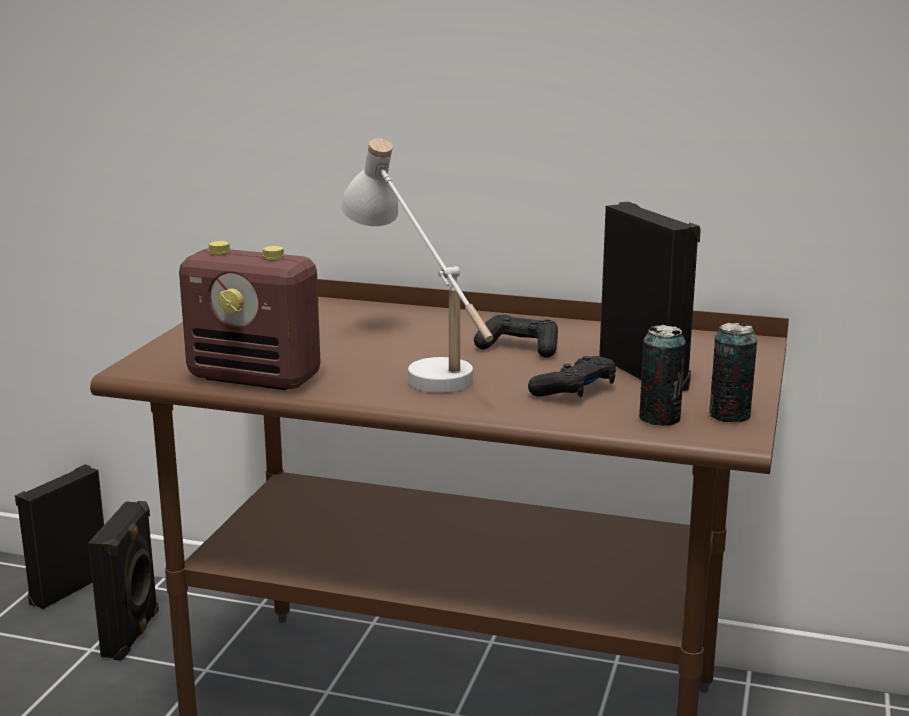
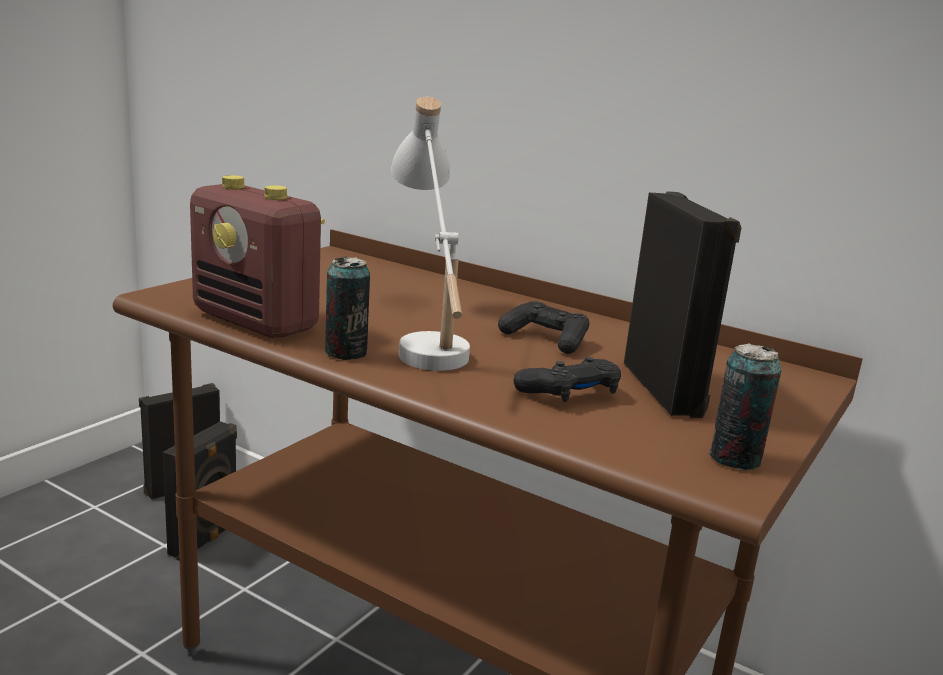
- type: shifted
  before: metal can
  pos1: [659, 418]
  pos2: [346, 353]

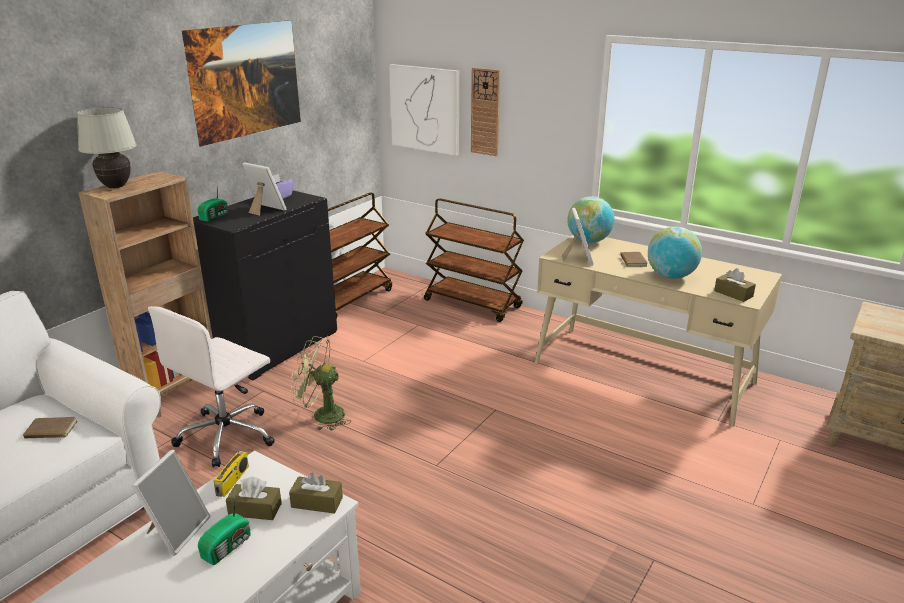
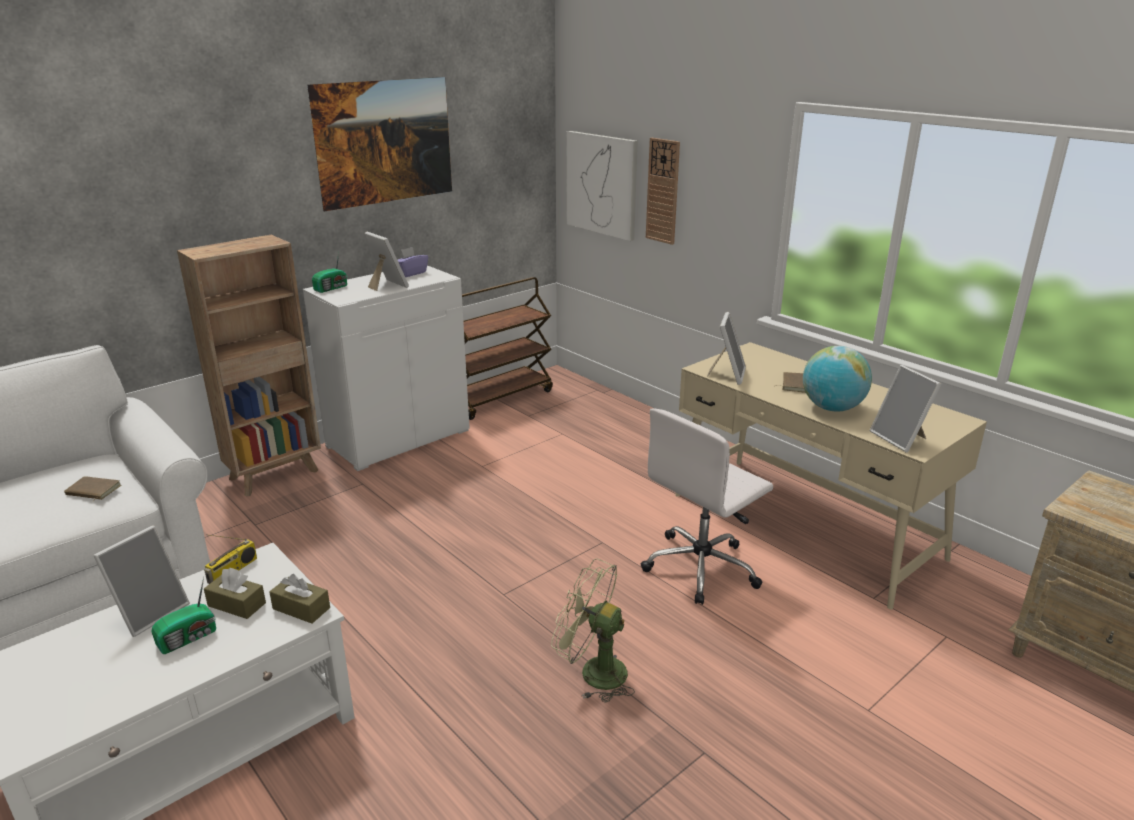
- type: gone
  before: white-coloured lamp for a table
  pos1: [116, 187]
- type: repainted
  before: black-coloured cupboard
  after: white-coloured cupboard
  pos1: [276, 346]
  pos2: [398, 438]
- type: gone
  before: desk globe
  pos1: [588, 241]
- type: gone
  before: brown cart
  pos1: [473, 304]
- type: swapped
  before: brown tissue holder
  after: standing frame
  pos1: [733, 294]
  pos2: [901, 439]
- type: shifted
  before: white-coloured desk chair
  pos1: [228, 435]
  pos2: [702, 567]
- type: shifted
  before: greenish cooling fan
  pos1: [321, 415]
  pos2: [593, 671]

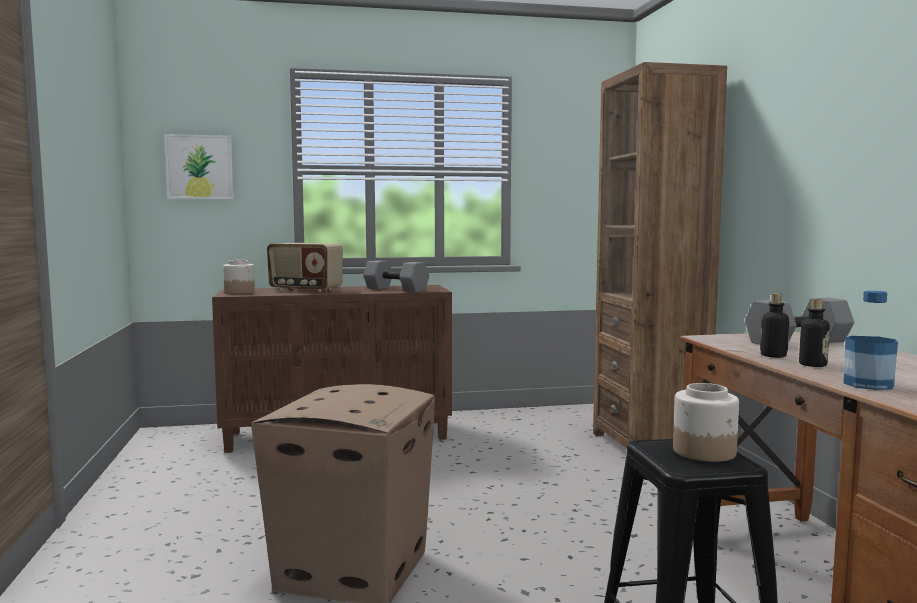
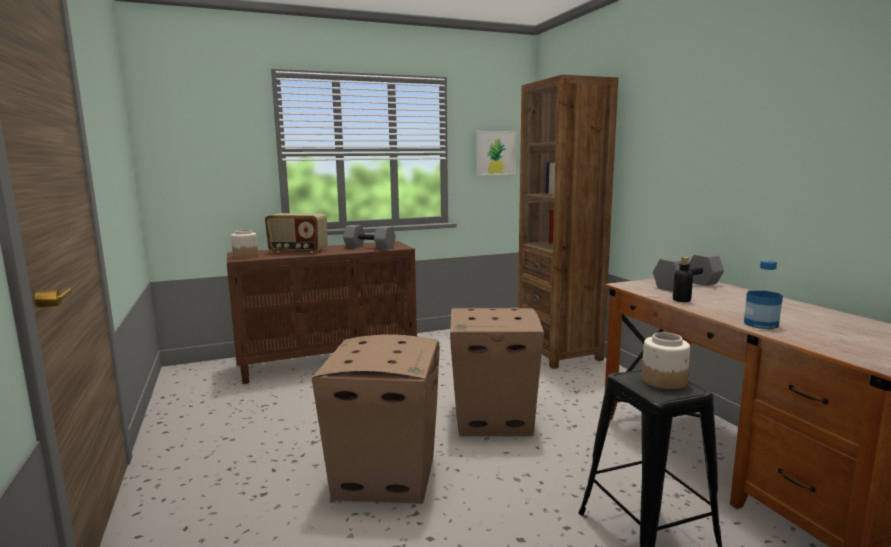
- type: shifted
  before: wall art
  pos1: [199, 167]
  pos2: [495, 153]
- type: gone
  before: bottle
  pos1: [812, 365]
- type: new
  after: cardboard box
  pos2: [494, 419]

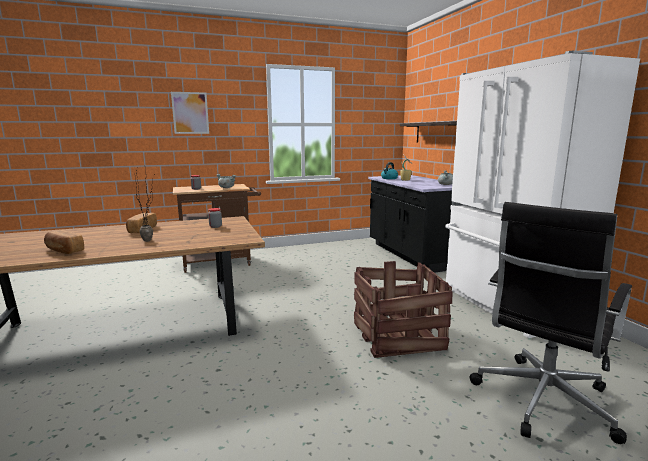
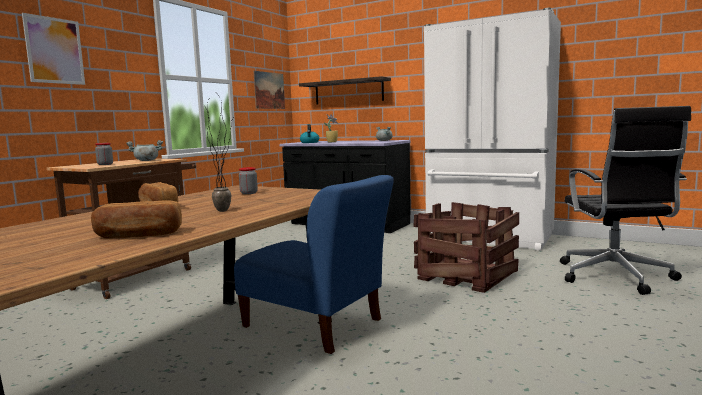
- type: new
  after: wall art
  pos2: [269, 90]
- type: new
  after: bluish plain chair
  pos2: [316, 325]

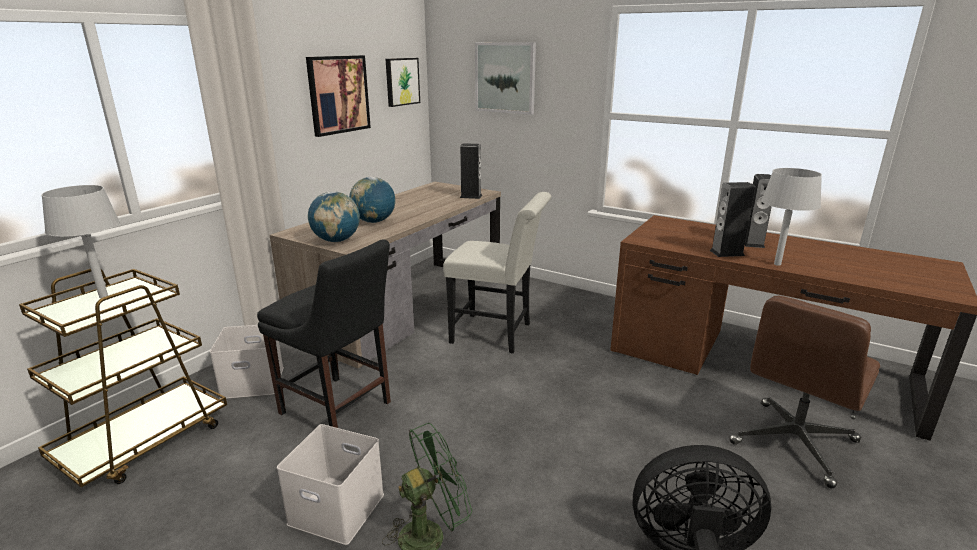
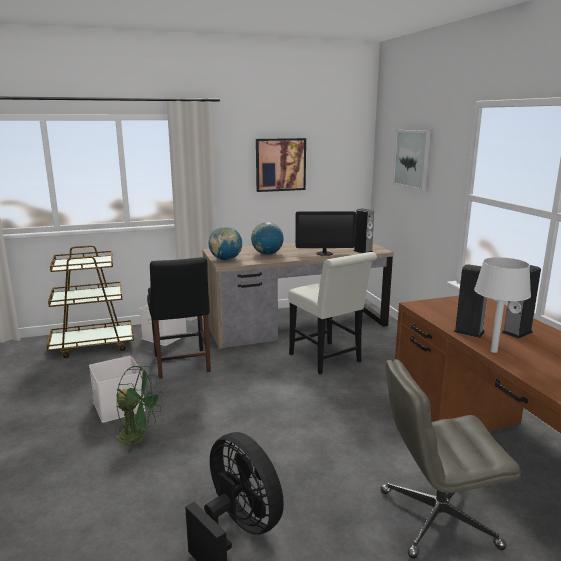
- type: gone
  before: wall art
  pos1: [401, 81]
- type: gone
  before: grey lamp for a table
  pos1: [104, 296]
- type: repainted
  before: brown desk chair
  after: grey desk chair
  pos1: [793, 443]
  pos2: [436, 519]
- type: new
  after: computer screen
  pos2: [324, 253]

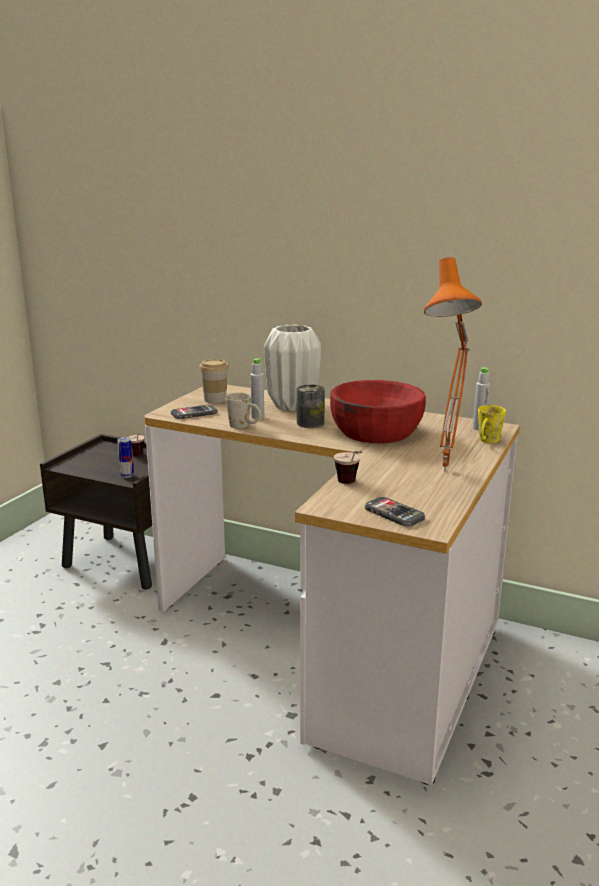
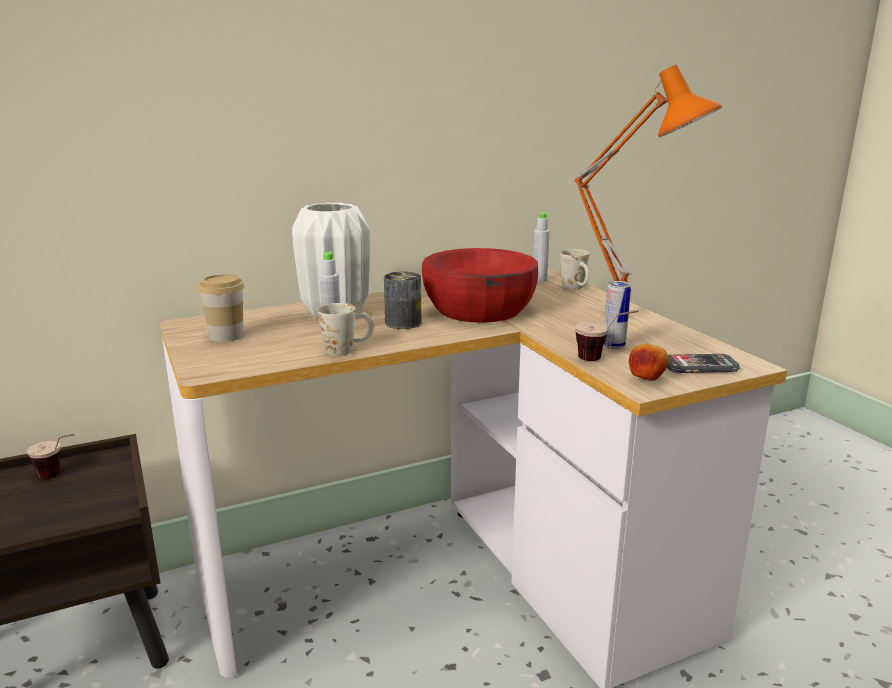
- type: gone
  before: handset
  pos1: [194, 413]
- type: repainted
  before: yellow-coloured tea mug
  after: white-coloured tea mug
  pos1: [487, 442]
  pos2: [576, 288]
- type: shifted
  before: metal can
  pos1: [127, 476]
  pos2: [614, 346]
- type: new
  after: whole apple
  pos2: [646, 379]

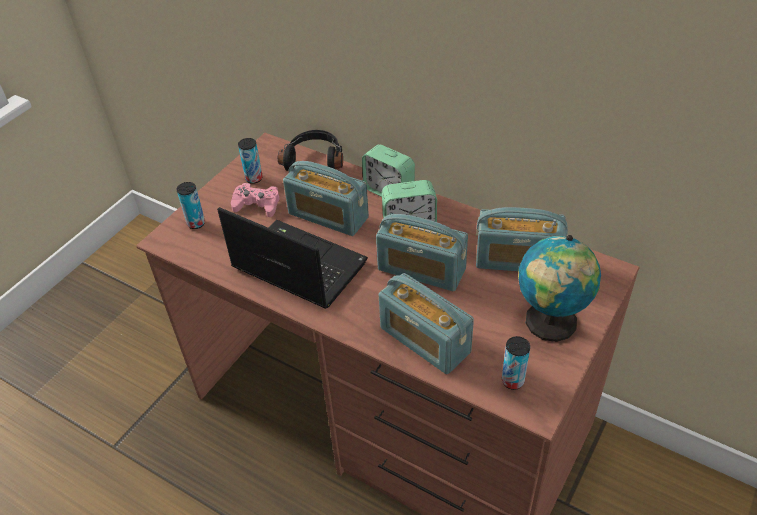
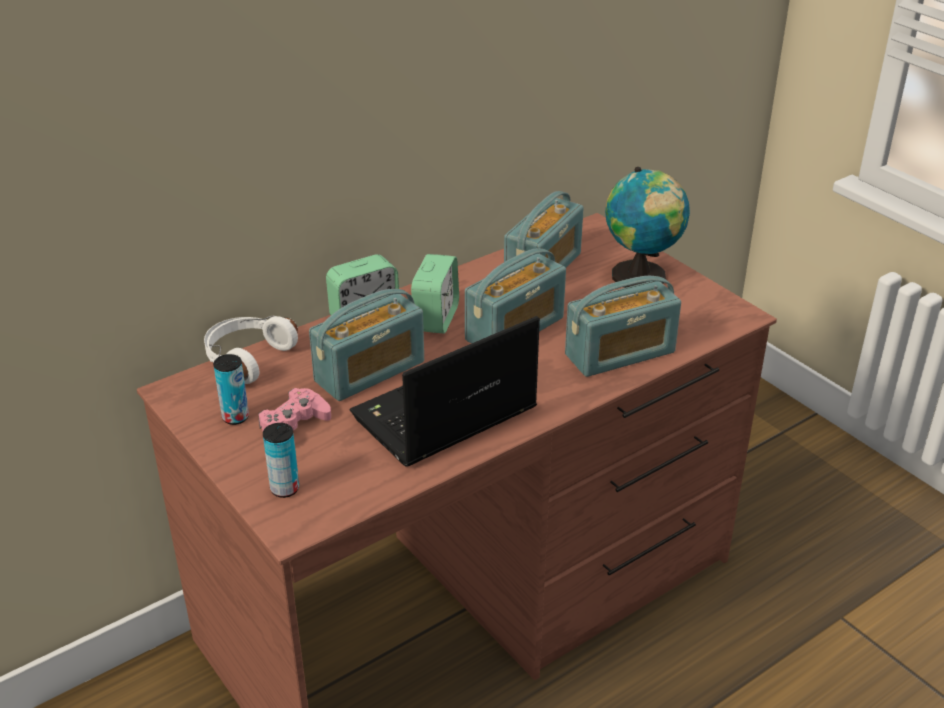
- type: repainted
  before: black-coloured pair of headphones
  after: white-coloured pair of headphones
  pos1: [314, 159]
  pos2: [246, 358]
- type: gone
  before: metal can
  pos1: [512, 381]

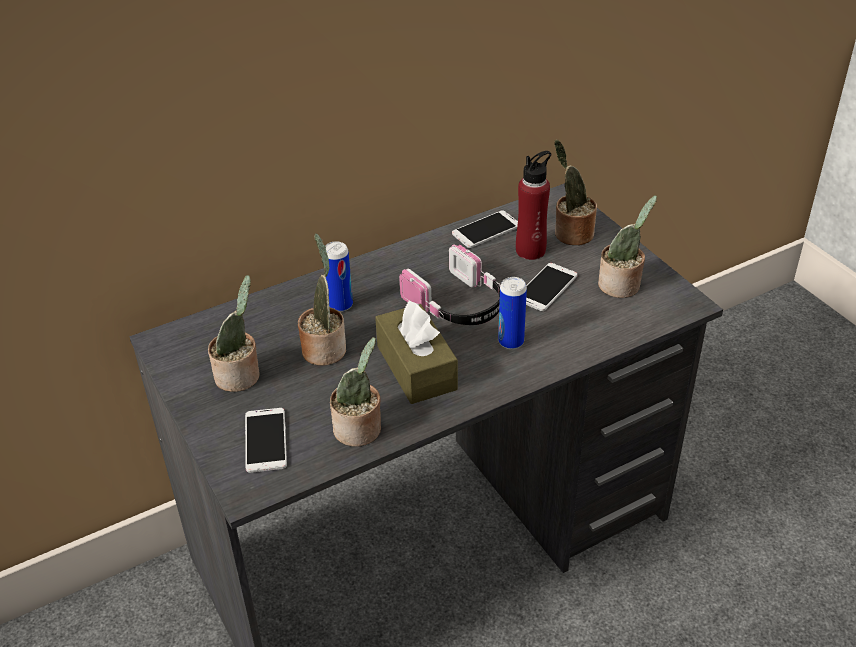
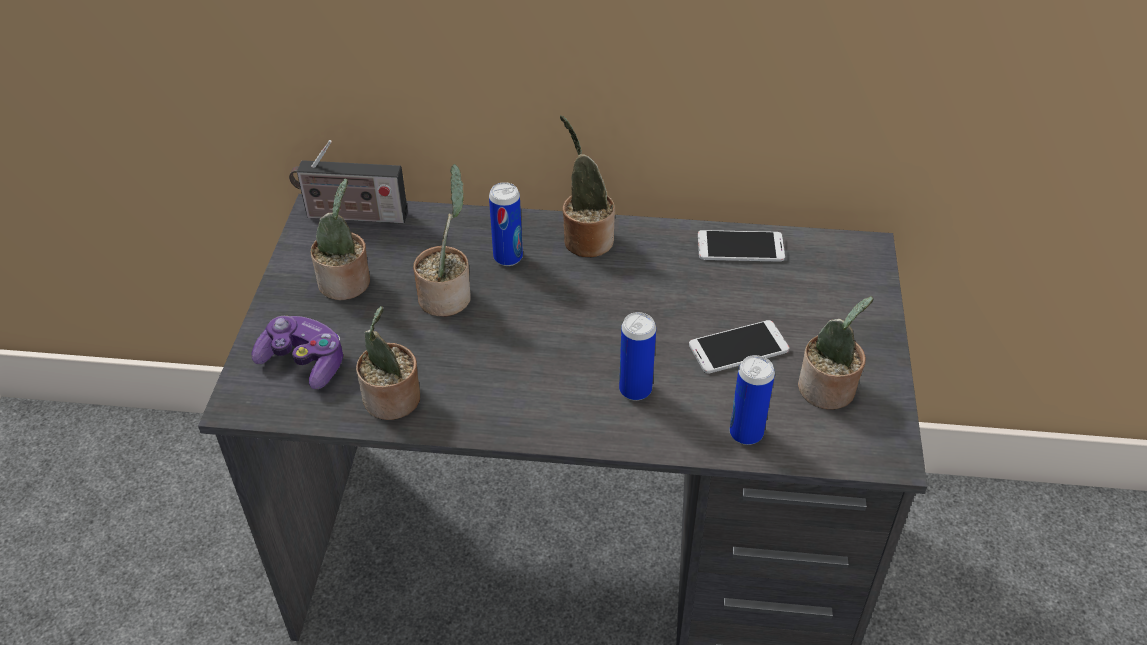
- type: shifted
  before: plant in a pot
  pos1: [571, 234]
  pos2: [585, 239]
- type: gone
  before: red bottle
  pos1: [531, 250]
- type: gone
  before: pair of headphones
  pos1: [458, 305]
- type: gone
  before: brown tissue holder
  pos1: [416, 367]
- type: swapped
  before: handset
  after: game controller
  pos1: [265, 440]
  pos2: [304, 362]
- type: new
  after: radio receiver
  pos2: [352, 216]
- type: new
  after: metal can
  pos2: [746, 433]

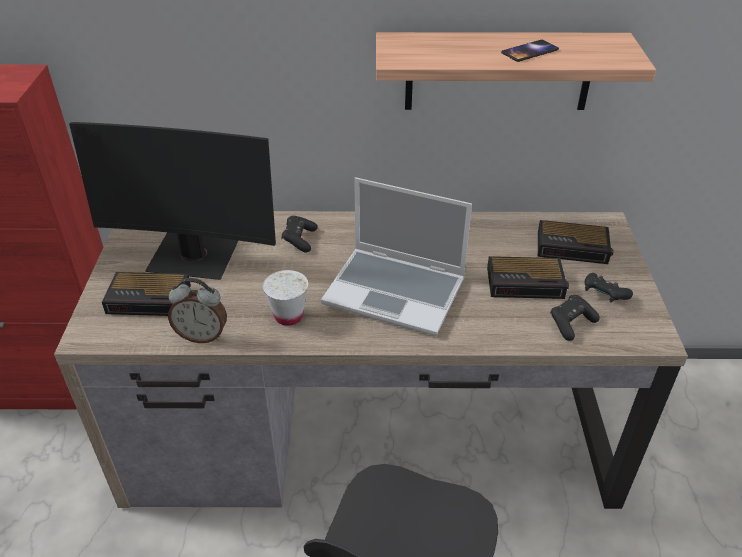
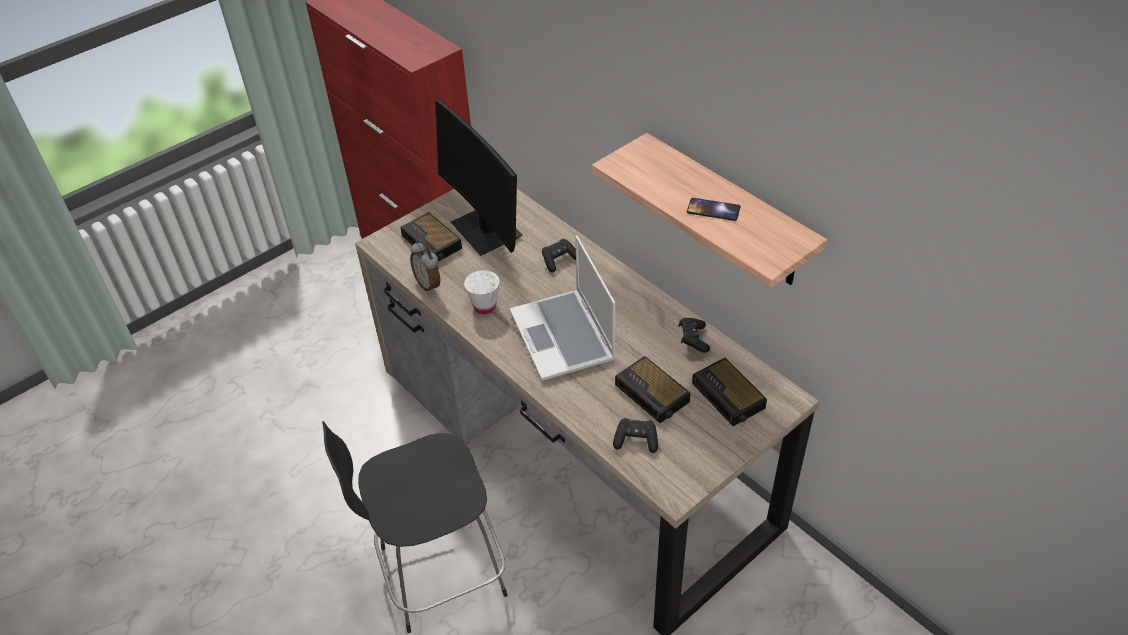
- type: shifted
  before: black-coloured game controller
  pos1: [603, 295]
  pos2: [693, 339]

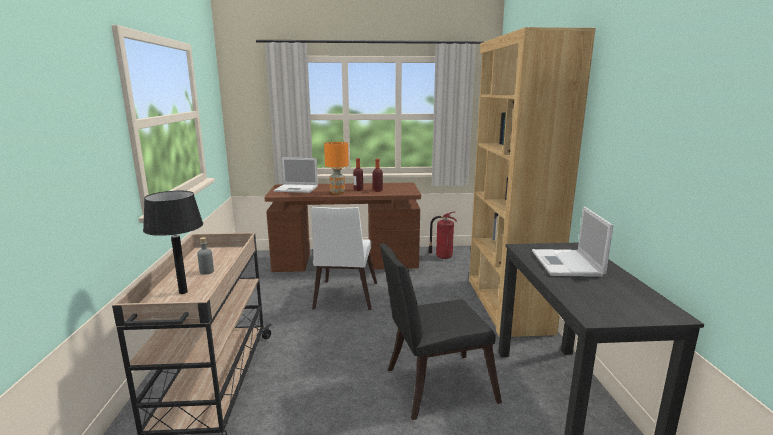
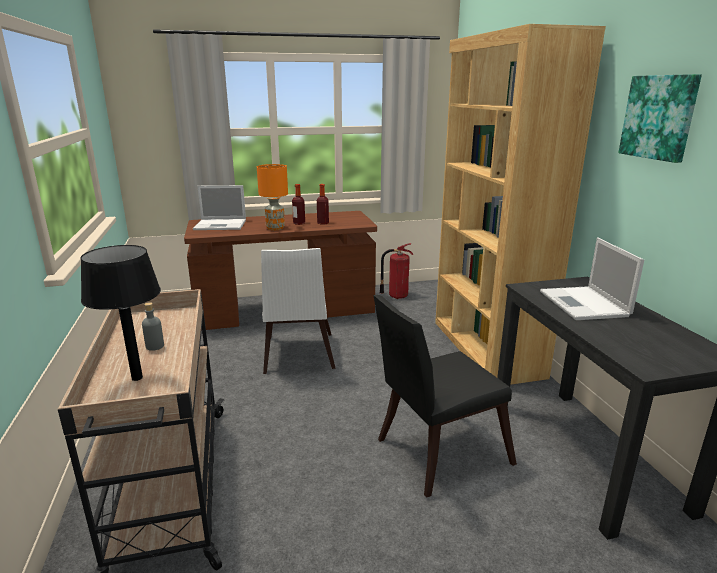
- type: new
  after: wall art
  pos2: [659, 117]

